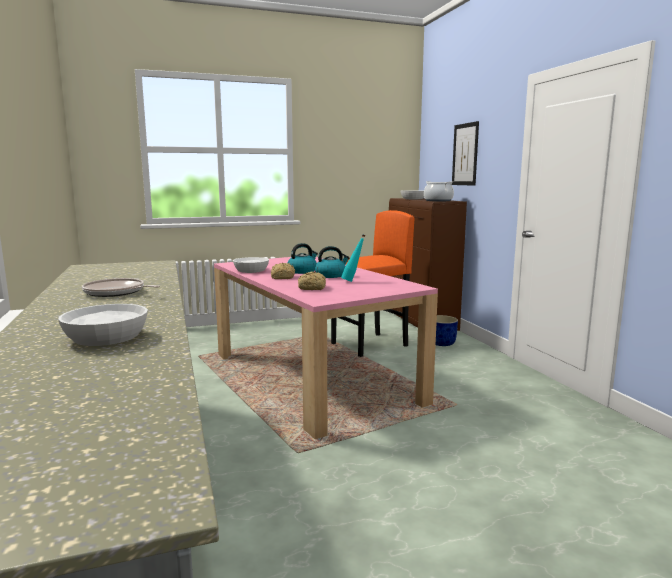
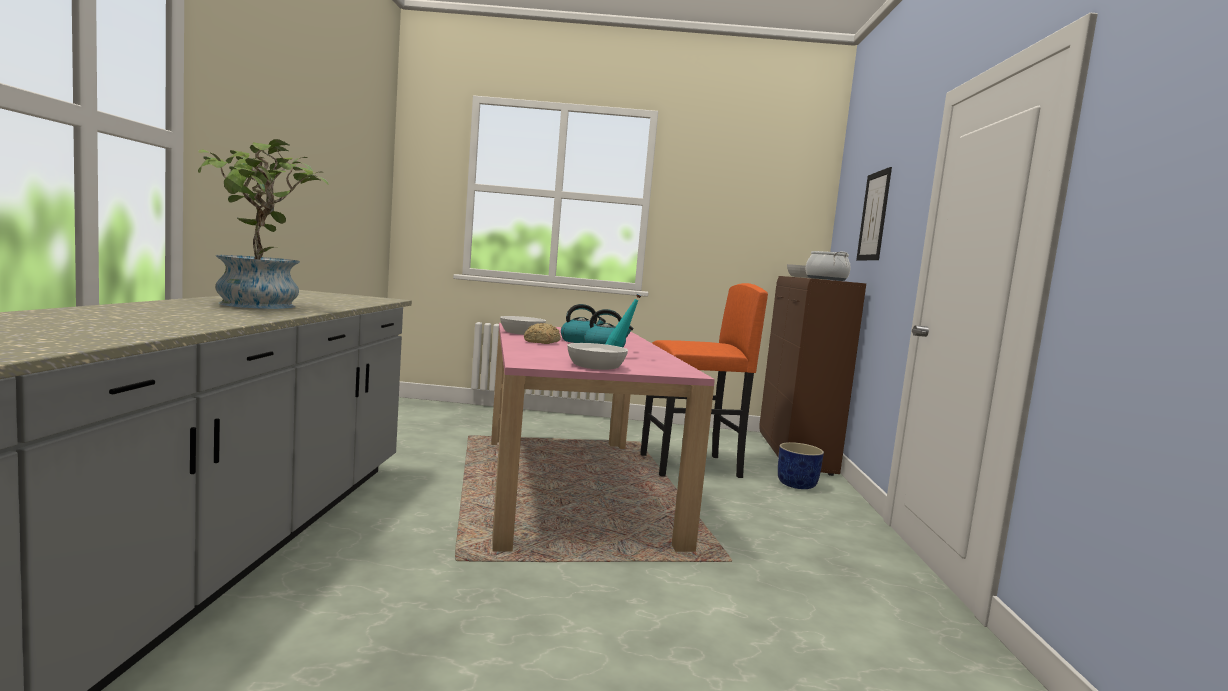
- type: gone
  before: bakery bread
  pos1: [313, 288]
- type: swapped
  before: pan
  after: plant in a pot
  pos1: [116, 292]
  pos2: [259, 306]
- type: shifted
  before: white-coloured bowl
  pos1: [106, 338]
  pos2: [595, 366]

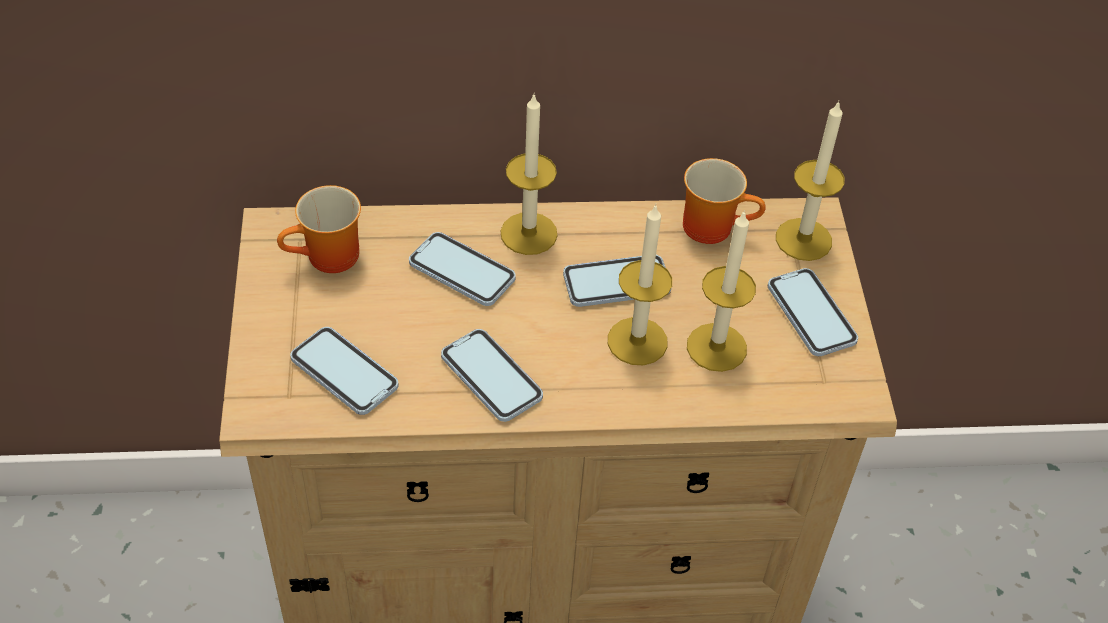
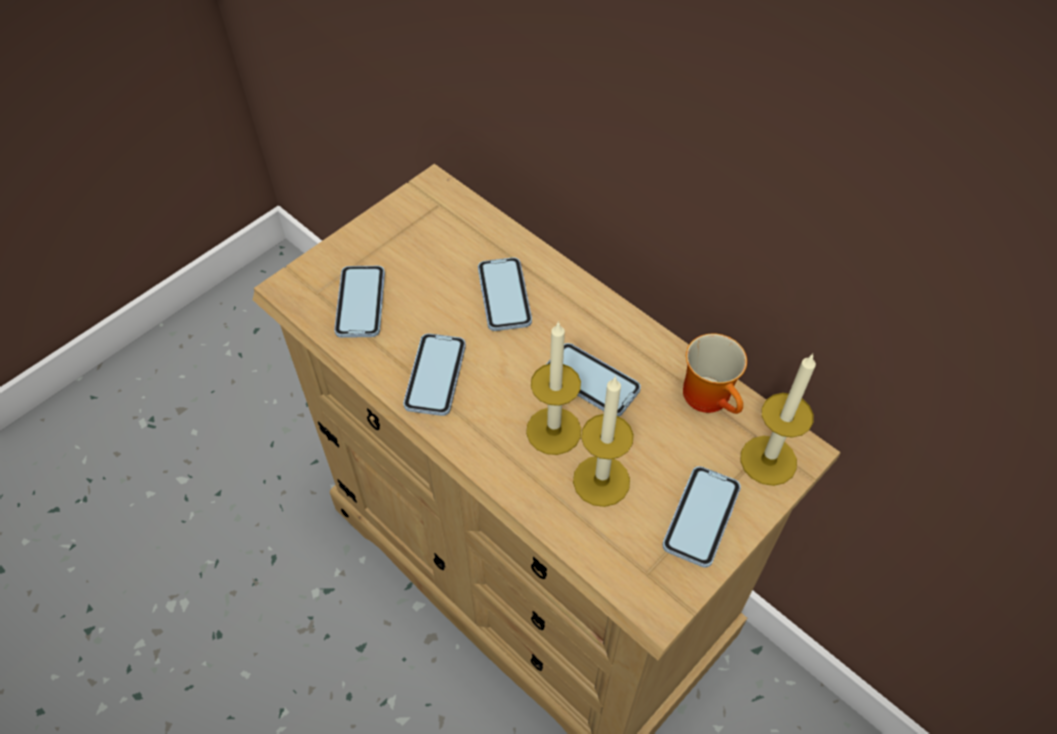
- type: gone
  before: wax candle
  pos1: [528, 233]
- type: gone
  before: tea mug
  pos1: [329, 260]

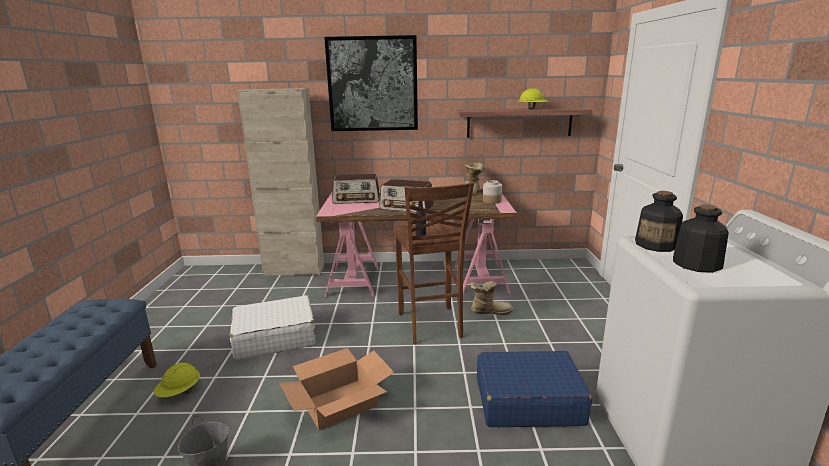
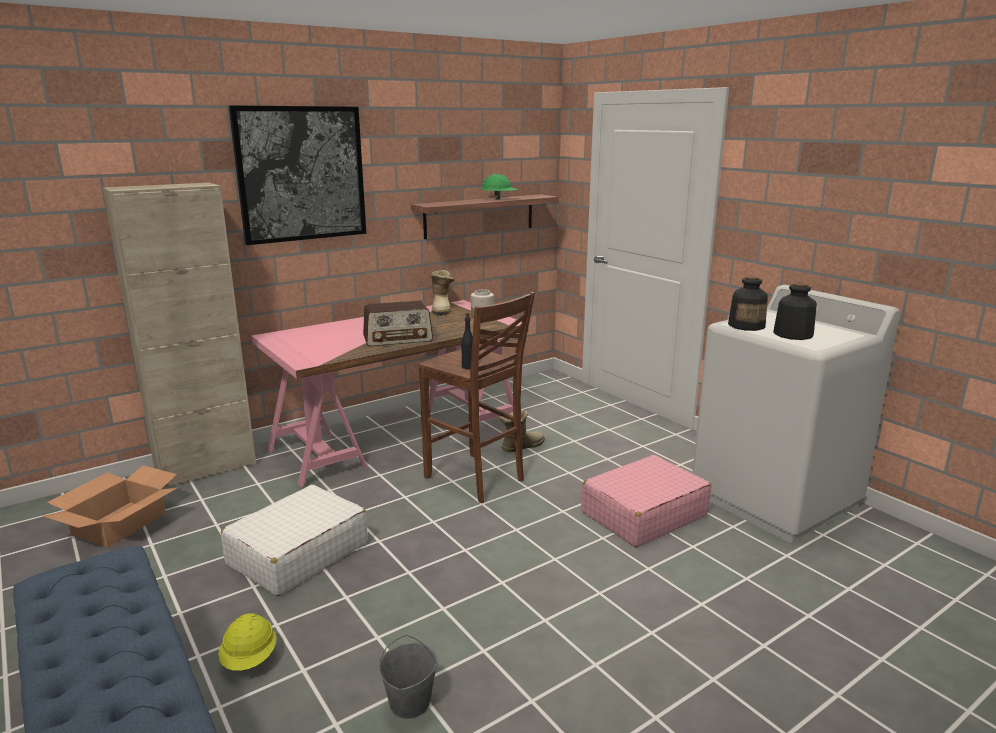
- type: repainted
  before: yellow-coloured safety helmet
  after: greenish safety helmet
  pos1: [533, 109]
  pos2: [499, 199]
- type: gone
  before: radio receiver
  pos1: [357, 200]
- type: shifted
  before: cardboard box
  pos1: [339, 403]
  pos2: [119, 524]
- type: repainted
  before: bluish piece of luggage
  after: pink-coloured piece of luggage
  pos1: [527, 401]
  pos2: [643, 514]

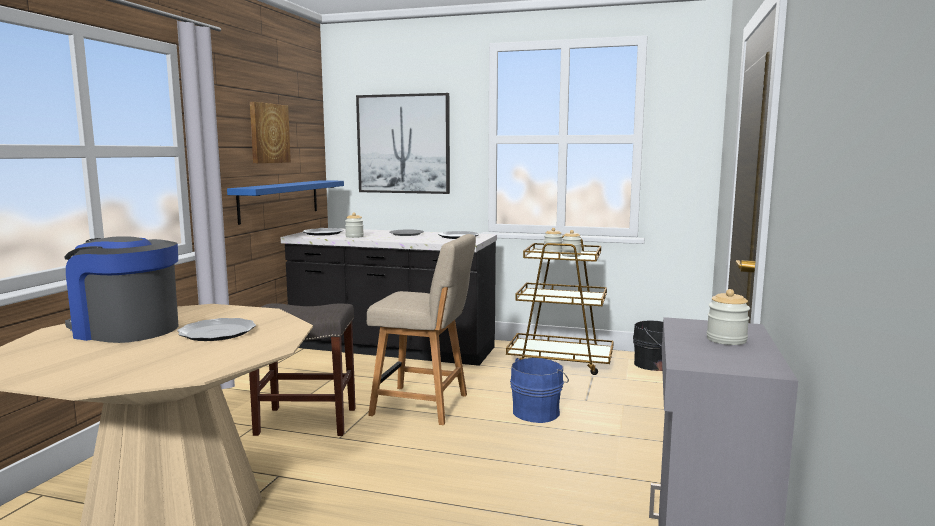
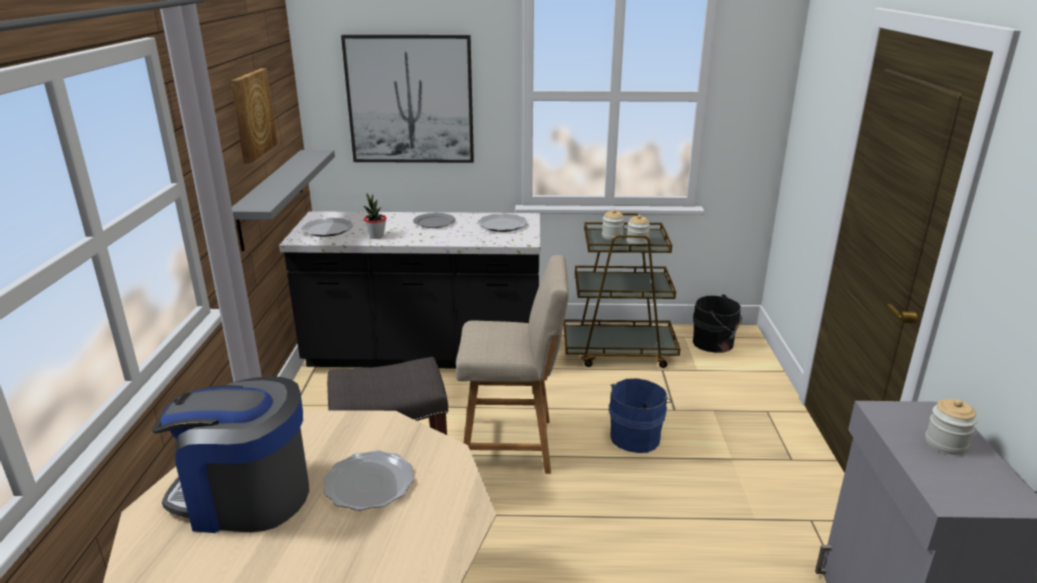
- type: repainted
  before: bluish bracket shelf
  after: grey bracket shelf
  pos1: [280, 200]
  pos2: [271, 197]
- type: swapped
  before: storage jar
  after: plant in a pot
  pos1: [354, 236]
  pos2: [376, 236]

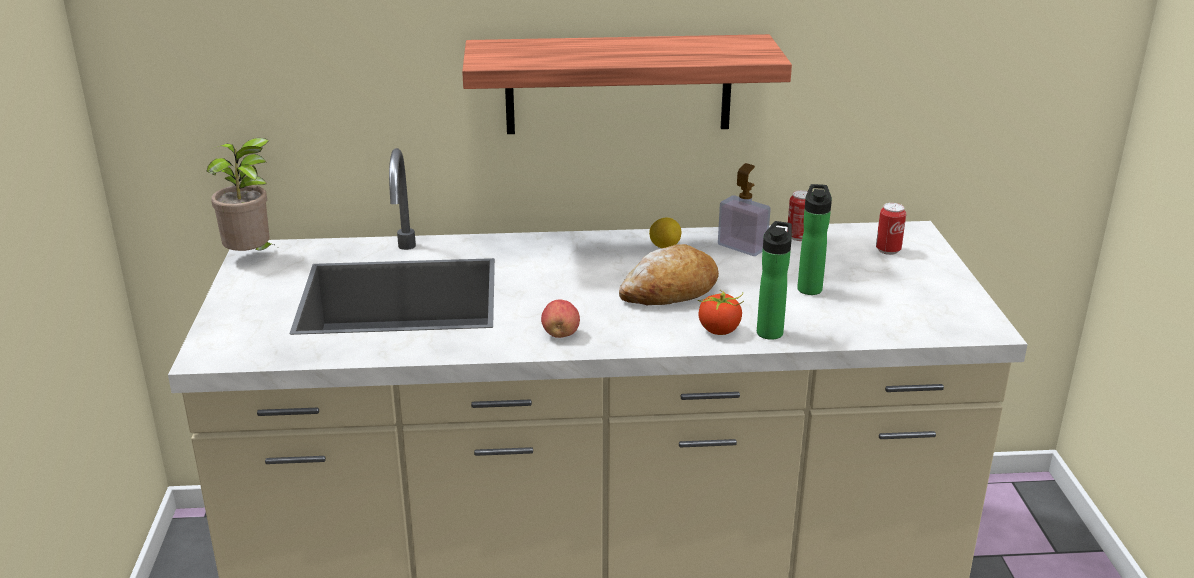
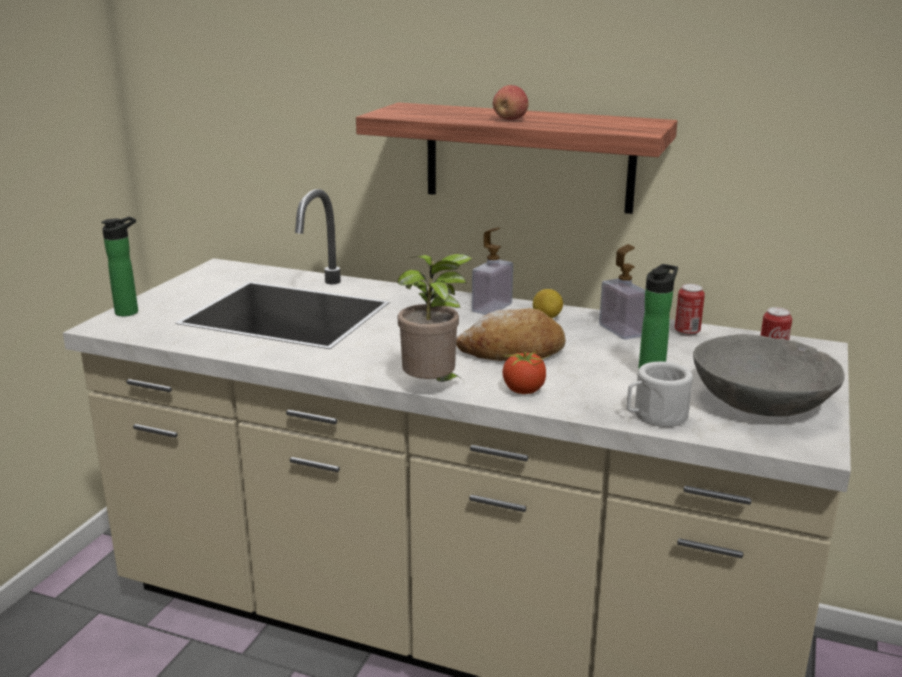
- type: shifted
  before: plant in a pot
  pos1: [252, 258]
  pos2: [433, 388]
- type: shifted
  before: bottle
  pos1: [770, 331]
  pos2: [130, 311]
- type: shifted
  before: whole apple
  pos1: [560, 334]
  pos2: [510, 119]
- type: new
  after: soap bottle
  pos2: [492, 308]
- type: new
  after: grey bowl
  pos2: [761, 402]
- type: new
  after: white-coloured tea mug
  pos2: [655, 416]

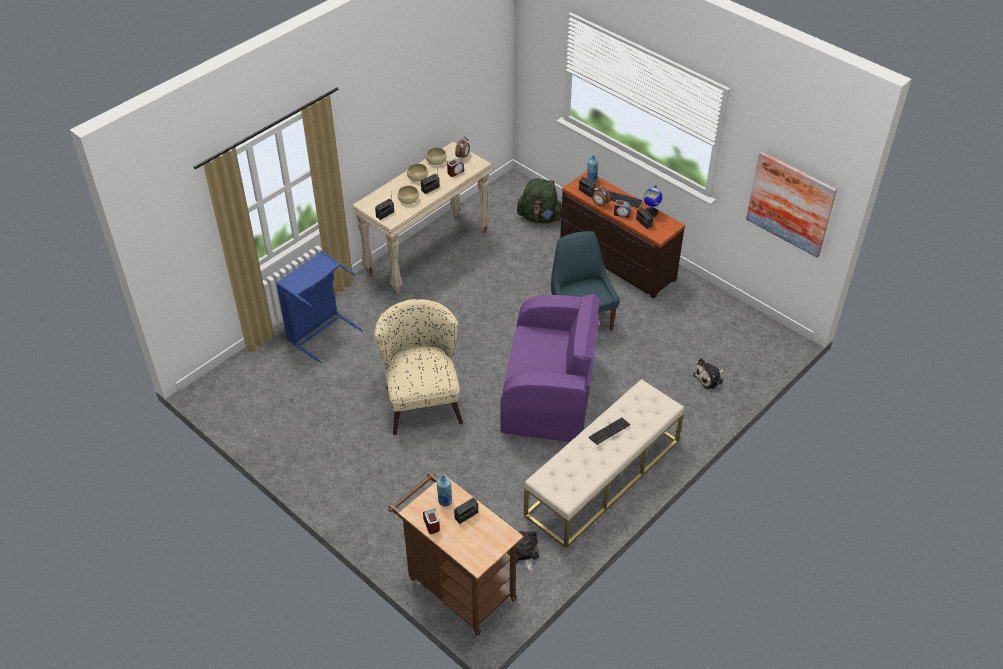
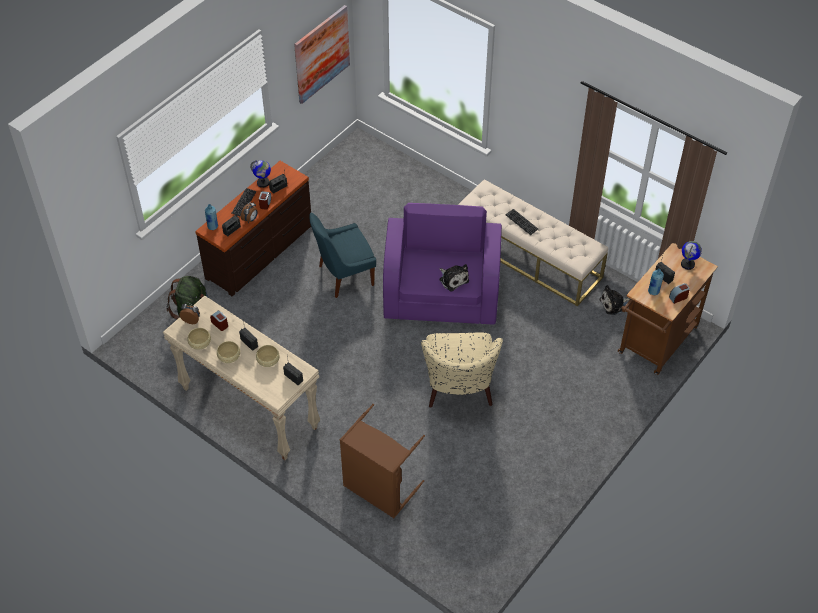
- type: repainted
  before: bluish hamper
  after: brown hamper
  pos1: [320, 332]
  pos2: [378, 490]
- type: rotated
  before: sand-coloured armchair
  pos1: [422, 398]
  pos2: [459, 390]
  turn: -75
- type: shifted
  before: plush toy
  pos1: [709, 378]
  pos2: [453, 279]
- type: new
  after: desk globe
  pos2: [688, 264]

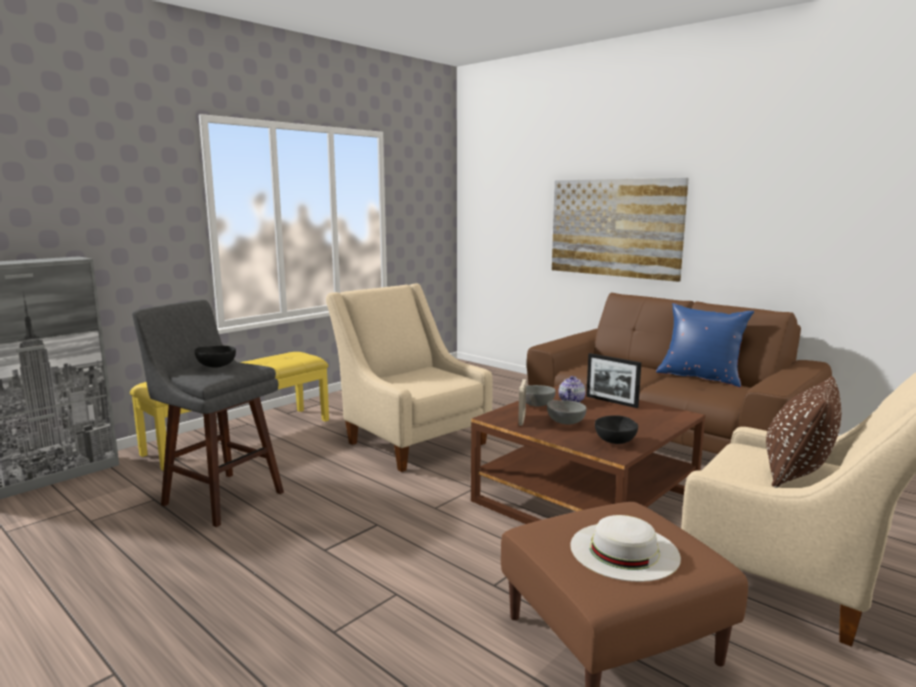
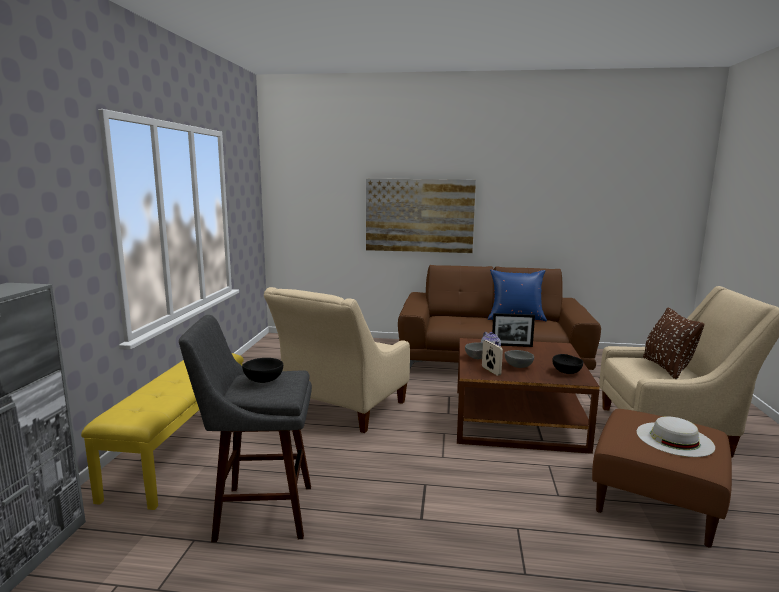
- type: rotated
  before: sand-coloured armchair
  pos1: [411, 440]
  pos2: [342, 410]
  turn: -75

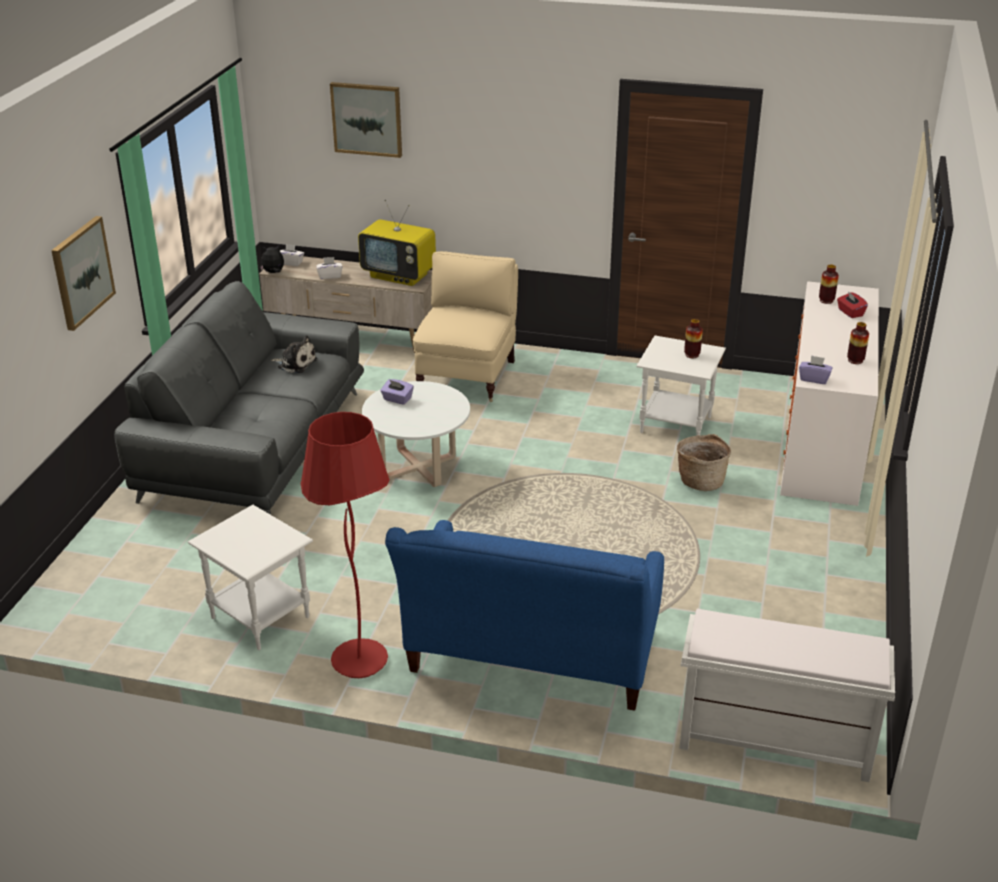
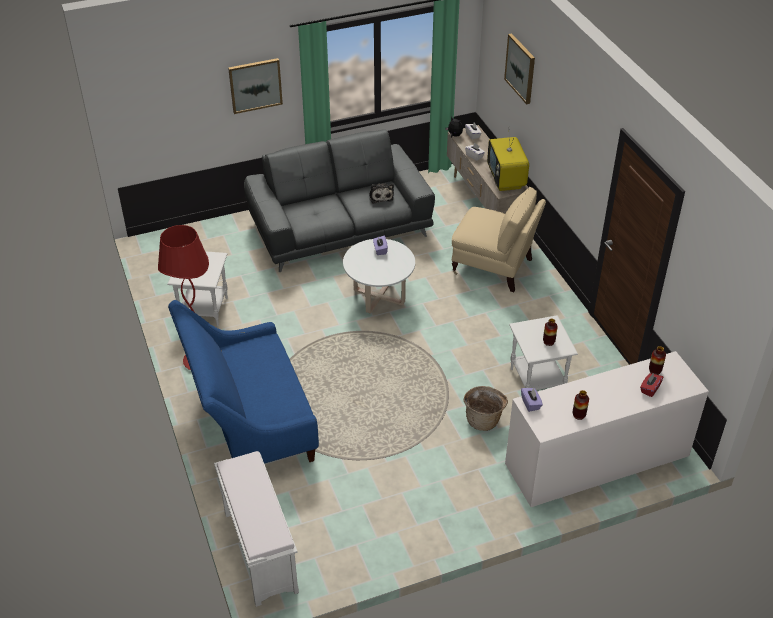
- type: rotated
  before: sand-coloured armchair
  pos1: [468, 376]
  pos2: [494, 267]
  turn: 45

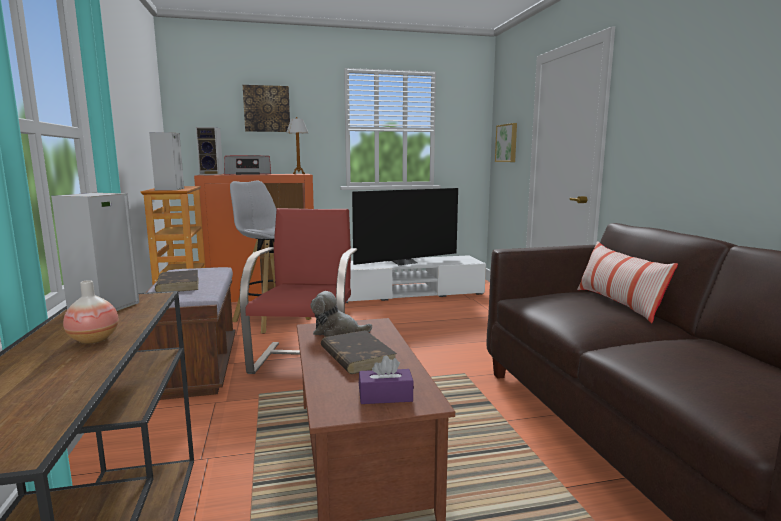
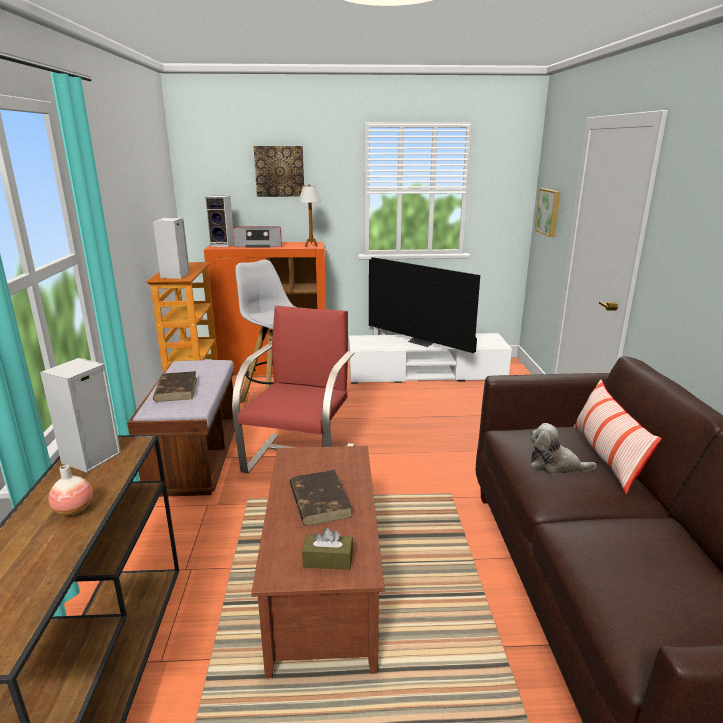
- type: rotated
  before: television
  pos1: [404, 262]
  pos2: [422, 342]
  turn: 60
- type: shifted
  before: plush toy
  pos1: [337, 331]
  pos2: [555, 465]
- type: repainted
  before: purple tissue holder
  after: brown tissue holder
  pos1: [385, 396]
  pos2: [328, 560]

